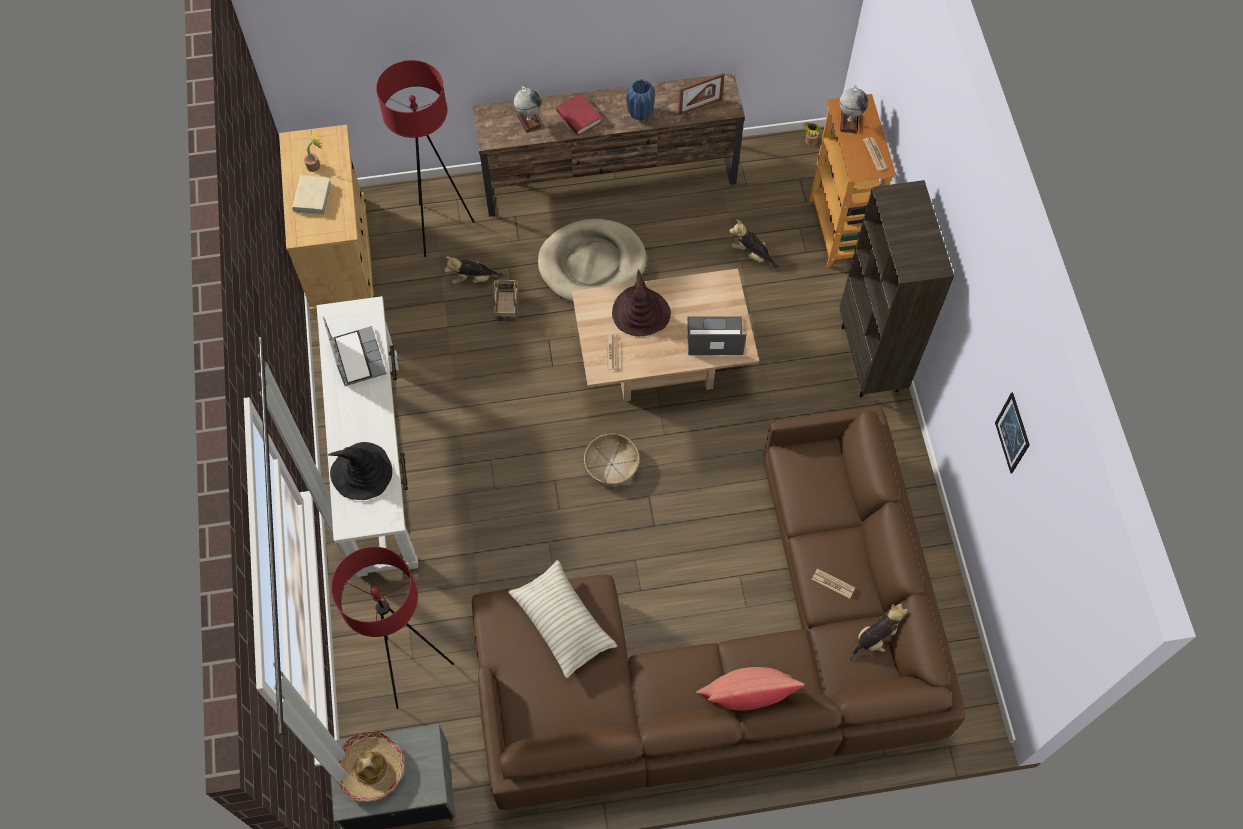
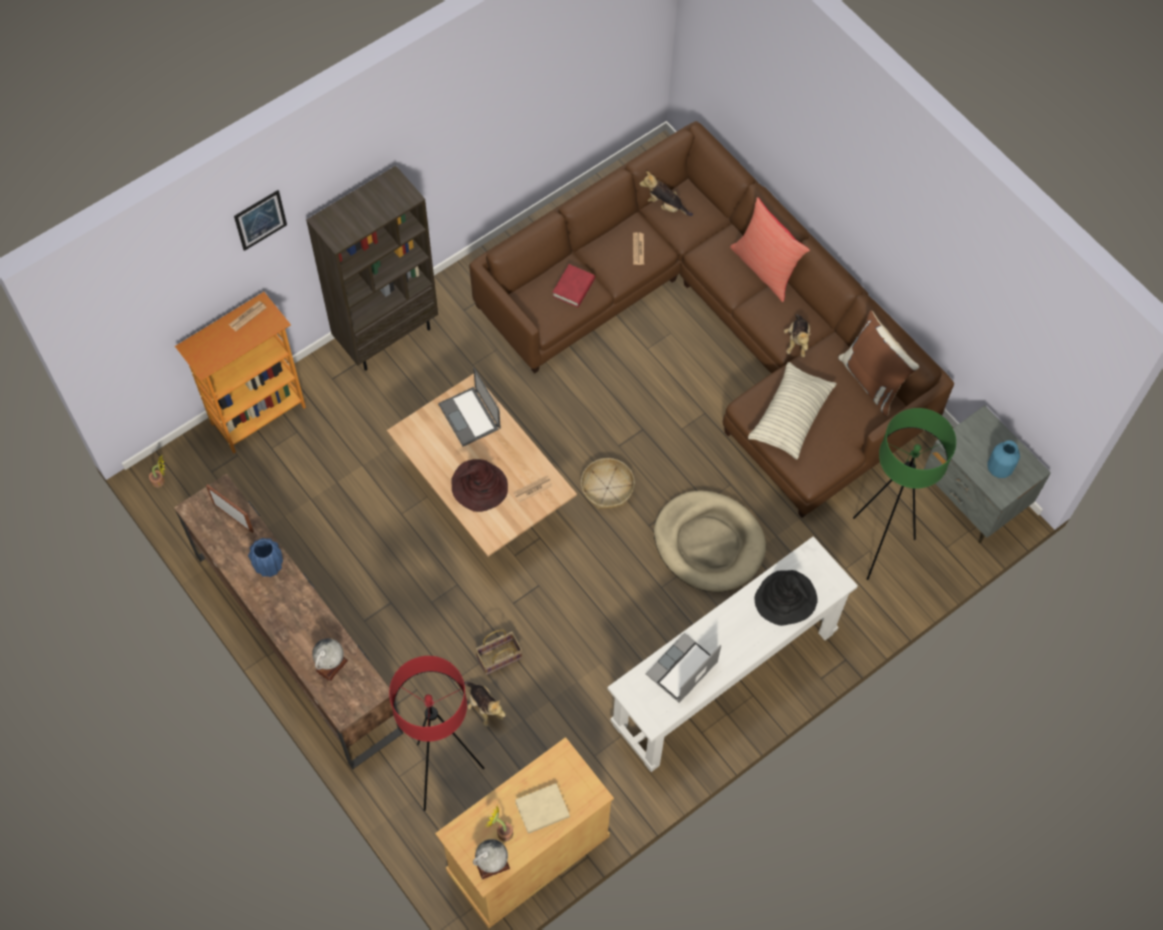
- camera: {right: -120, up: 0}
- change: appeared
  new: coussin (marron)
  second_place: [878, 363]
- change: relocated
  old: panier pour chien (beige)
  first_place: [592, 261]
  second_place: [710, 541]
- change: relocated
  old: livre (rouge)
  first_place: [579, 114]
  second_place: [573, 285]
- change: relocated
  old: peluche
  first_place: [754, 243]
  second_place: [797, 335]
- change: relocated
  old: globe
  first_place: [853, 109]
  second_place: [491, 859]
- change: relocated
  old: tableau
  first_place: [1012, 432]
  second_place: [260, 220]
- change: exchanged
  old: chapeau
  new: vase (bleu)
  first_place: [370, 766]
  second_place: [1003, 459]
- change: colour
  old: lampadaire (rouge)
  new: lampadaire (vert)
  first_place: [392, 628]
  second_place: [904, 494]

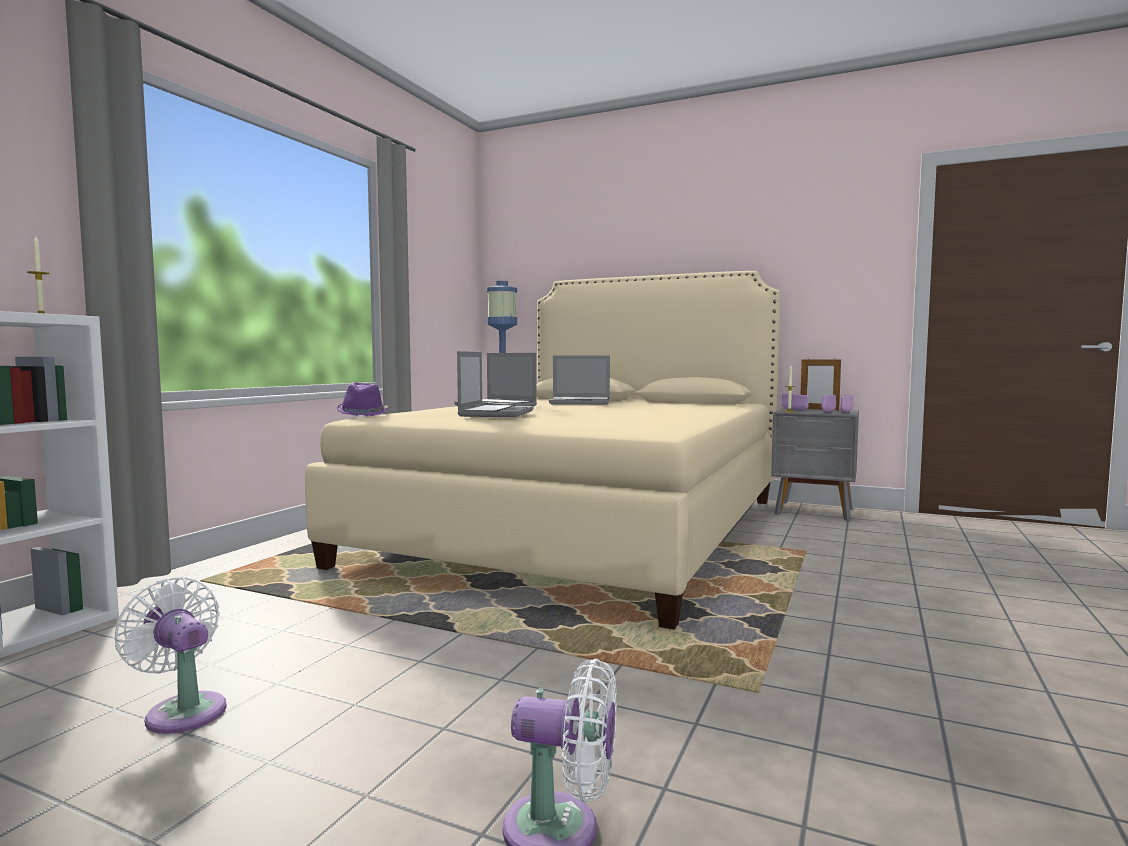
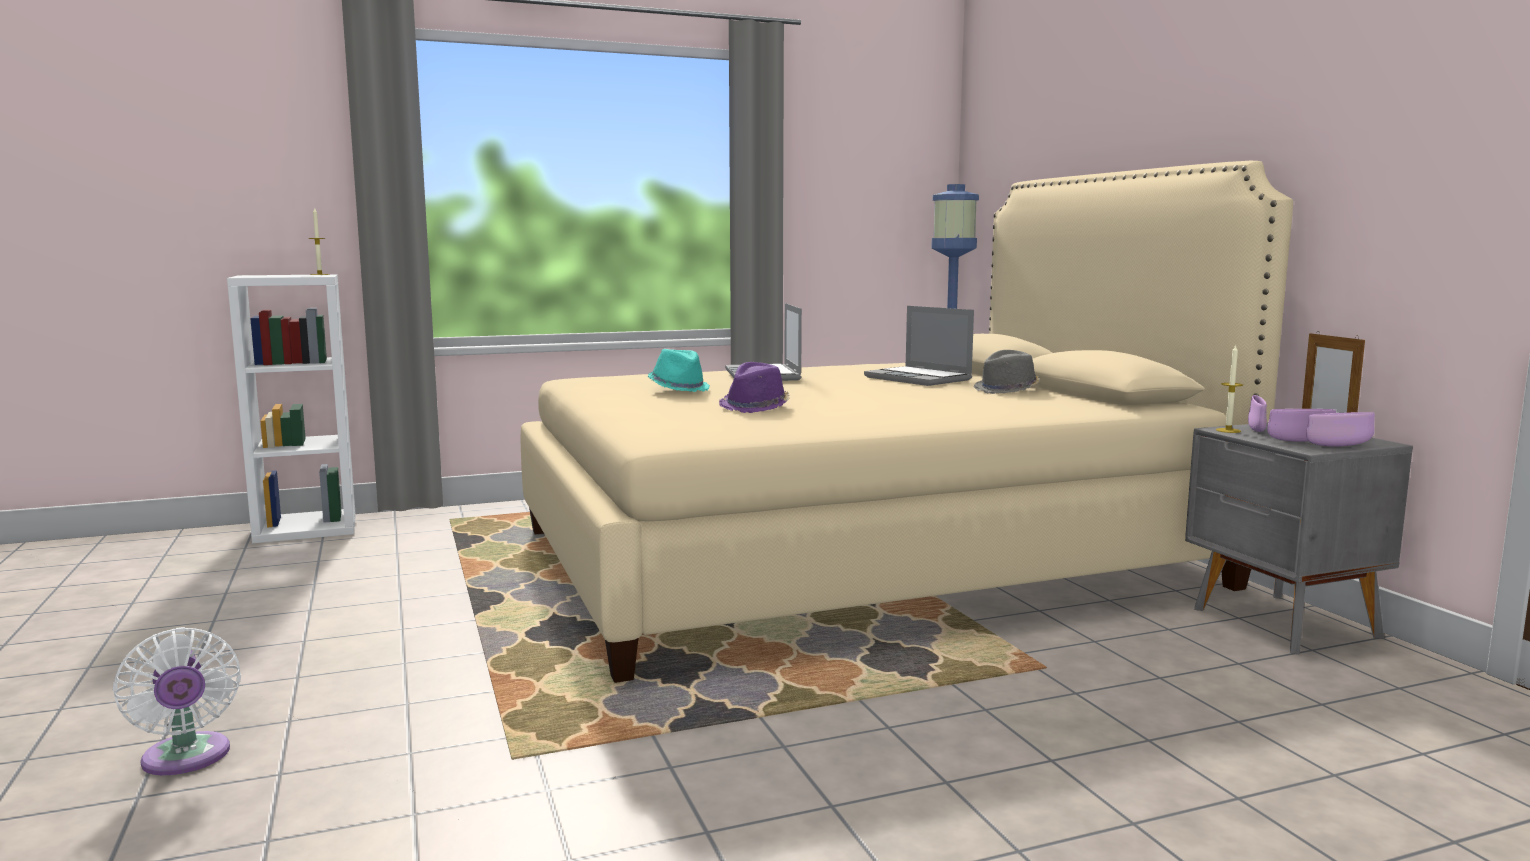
- camera: {right: 45, up: 5}
- change: missing
  old: ventilateur (blanc)
  first_place: [171, 655]
- change: appeared
  new: chapeau (gris)
  second_place: [1007, 372]
- change: relocated
  old: chapeau (violet)
  first_place: [362, 399]
  second_place: [754, 387]
- change: exchanged
  old: ordinateur portable
  new: chapeau (turquoise)
  first_place: [495, 384]
  second_place: [679, 370]

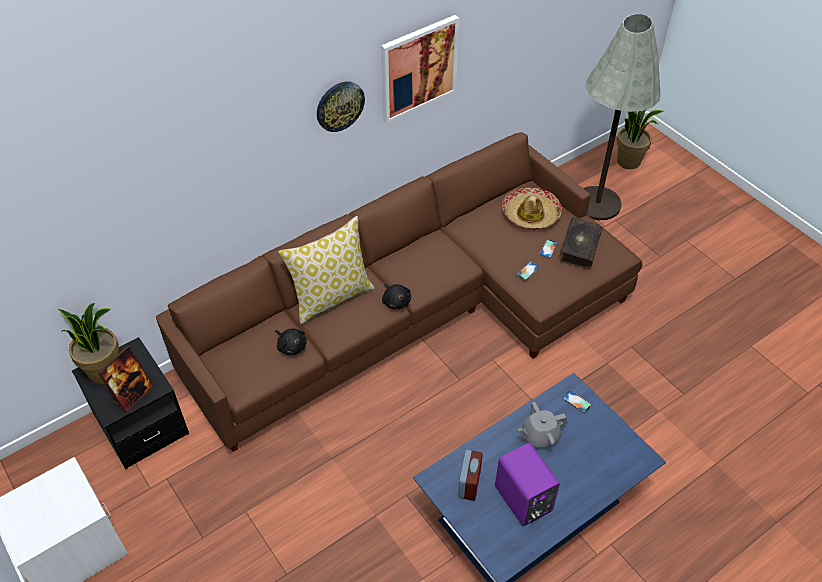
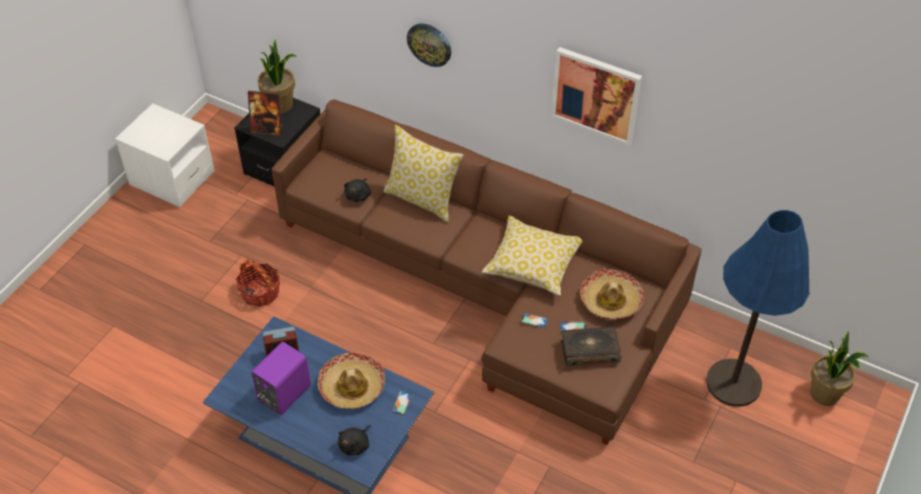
- camera: {right: 65, up: 0}
- change: appeared
  new: panier
  second_place: [258, 283]
- change: appeared
  new: coussin
  second_place: [532, 256]
- change: relocated
  old: horloge murale
  first_place: [341, 107]
  second_place: [429, 45]
- change: relocated
  old: peluche (noir)
  first_place: [396, 297]
  second_place: [354, 440]
- change: exchanged
  old: théière (gris)
  new: chapeau
  first_place: [542, 425]
  second_place: [351, 381]
- change: colour
  old: lampadaire (gris)
  new: lampadaire (bleu)
  first_place: [621, 117]
  second_place: [757, 308]

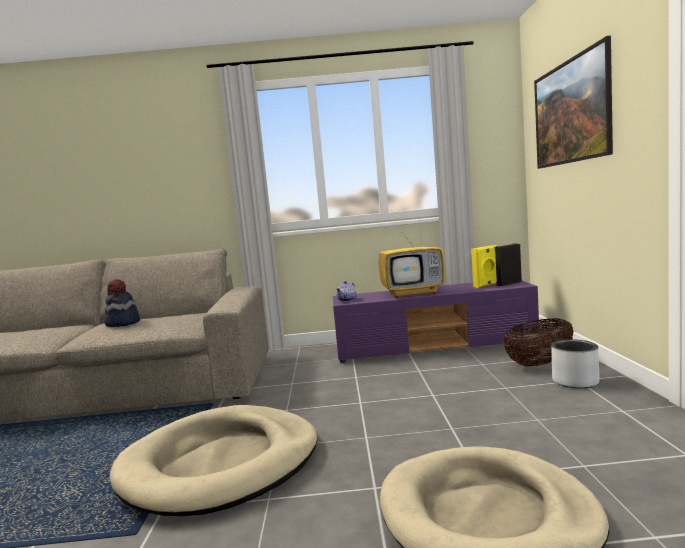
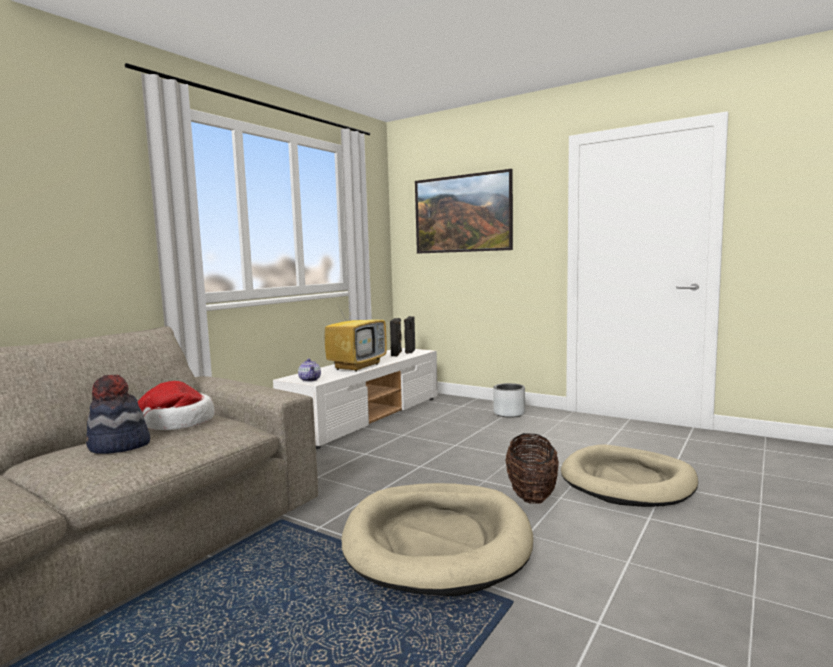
- camera: {right: -55, up: 0}
- change: appeared
  new: chapeau
  second_place: [176, 405]
- change: relocated
  old: panier
  first_place: [539, 342]
  second_place: [532, 468]
- change: colour
  old: meuble télé (violet)
  new: meuble télé (blanc)
  first_place: [436, 322]
  second_place: [355, 398]
- change: colour
  old: enceinte (jaune)
  new: enceinte (noir)
  first_place: [484, 266]
  second_place: [396, 337]

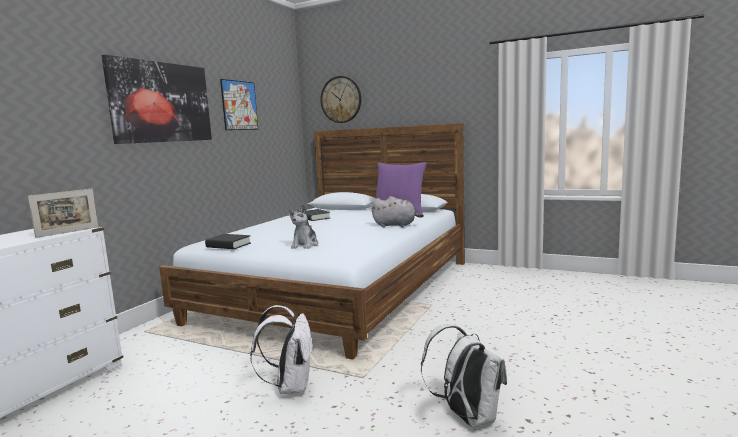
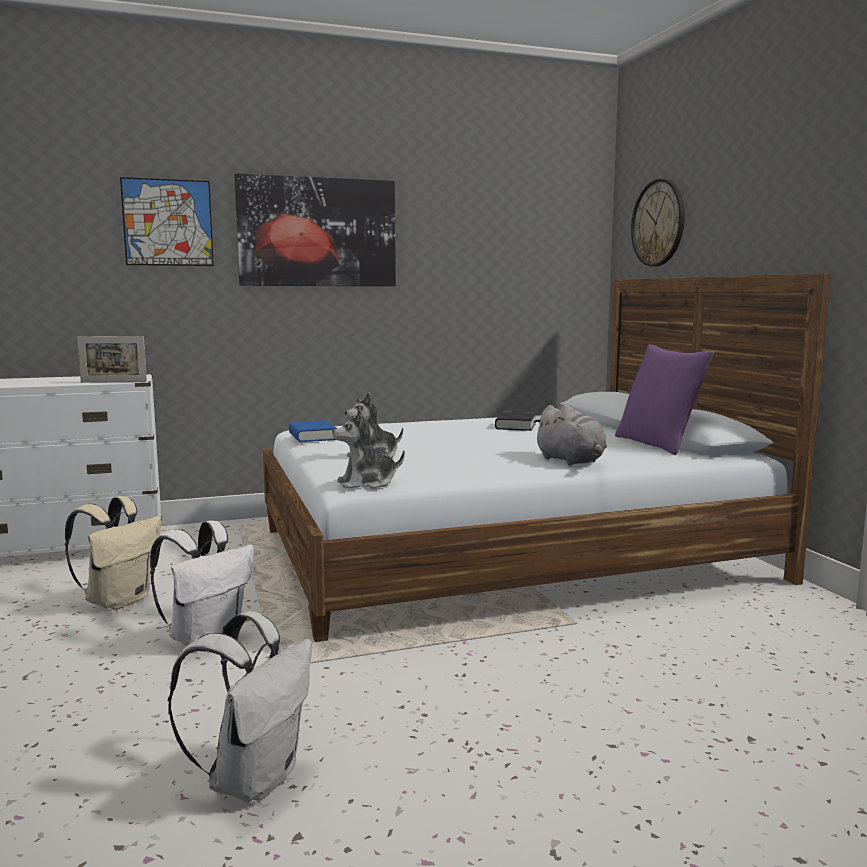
- camera: {right: 45, up: 0}
- change: appeared
  new: sac à dos (beige)
  second_place: [113, 553]
- change: appeared
  new: peluche
  second_place: [368, 449]
- change: relocated
  old: tableau
  first_place: [239, 104]
  second_place: [167, 221]
- change: colour
  old: livre (noir)
  new: livre (bleu)
  first_place: [228, 241]
  second_place: [313, 431]

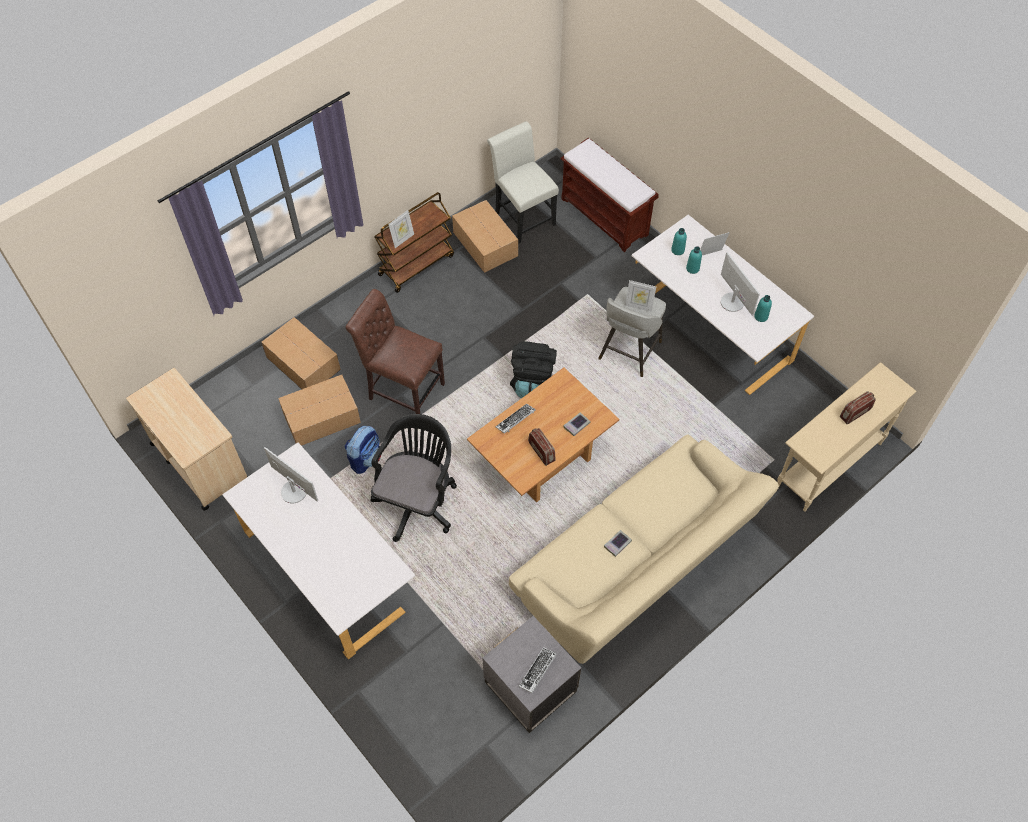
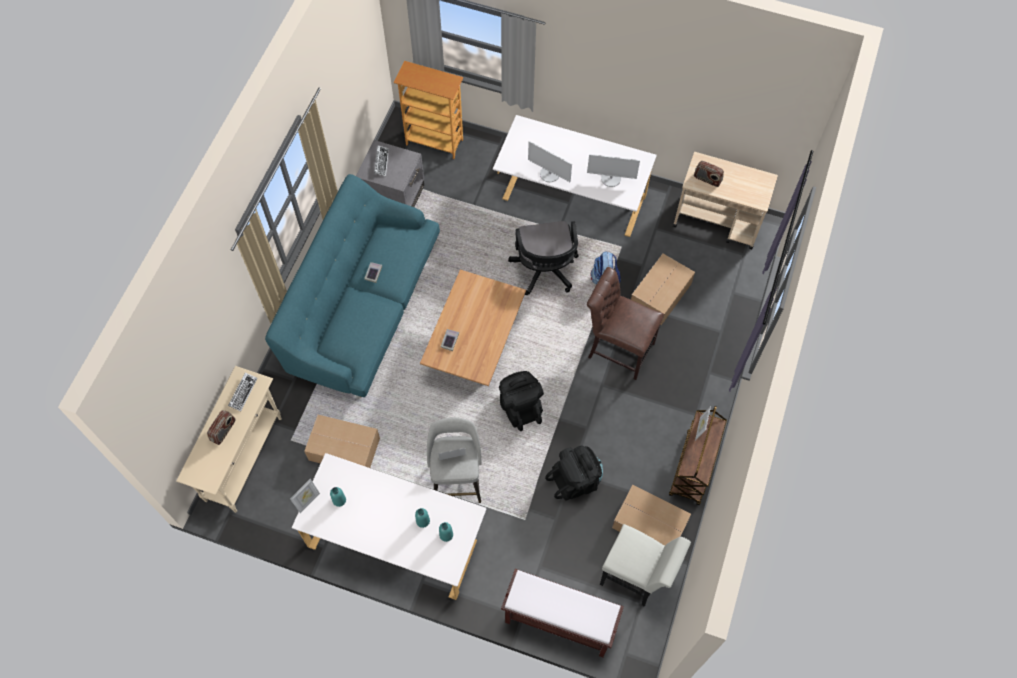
- camera: {right: 150, up: 5}
- change: appeared
  new: bibliothèque
  second_place: [429, 110]
- change: appeared
  new: sac à dos (noir)
  second_place: [574, 473]
- change: relocated
  old: carton
  first_place: [301, 353]
  second_place: [342, 441]
- change: relocated
  old: clavier
  first_place: [515, 419]
  second_place: [243, 392]
- change: relocated
  old: radio
  first_place: [542, 447]
  second_place: [709, 174]
- change: relocated
  old: cadre photo
  first_place: [715, 243]
  second_place: [305, 496]
- change: relocated
  old: écran d'ordinateur
  first_place: [740, 284]
  second_place: [550, 161]
- change: colour
  old: canapé (beige)
  new: canapé (turquoise)
  first_place: [644, 549]
  second_place: [352, 285]
- change: spun
  old: chaise (marron)
  first_place: [395, 351]
  second_place: [625, 323]
  degrees: -150

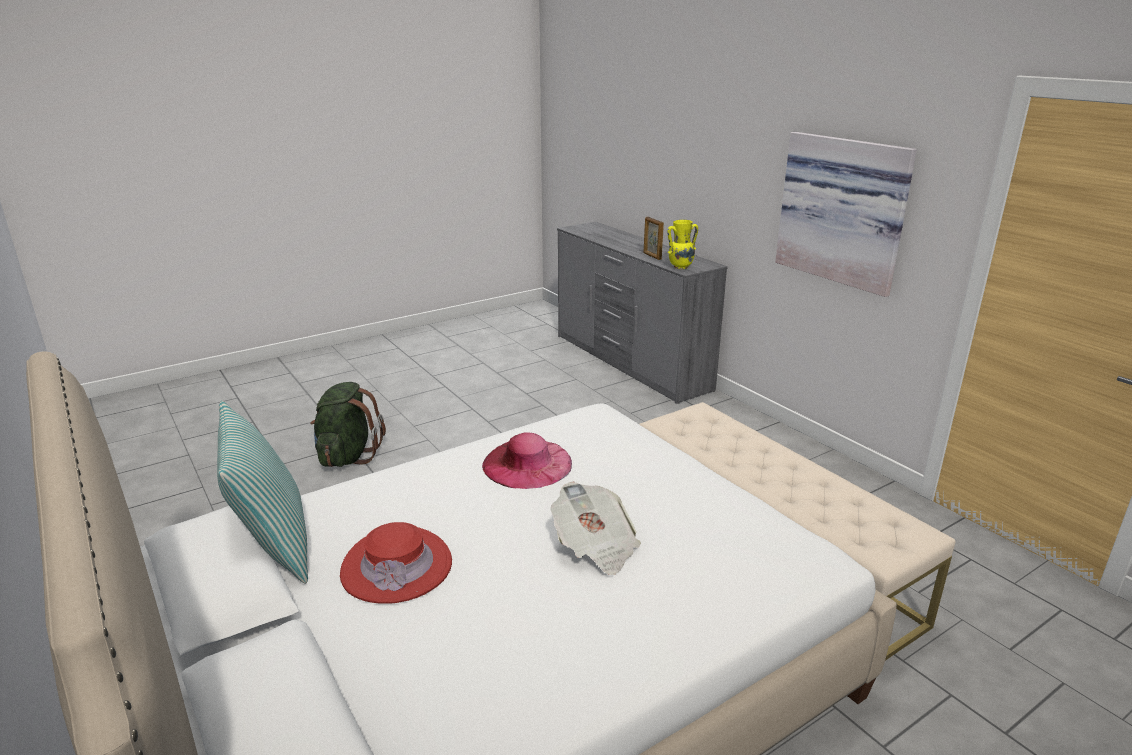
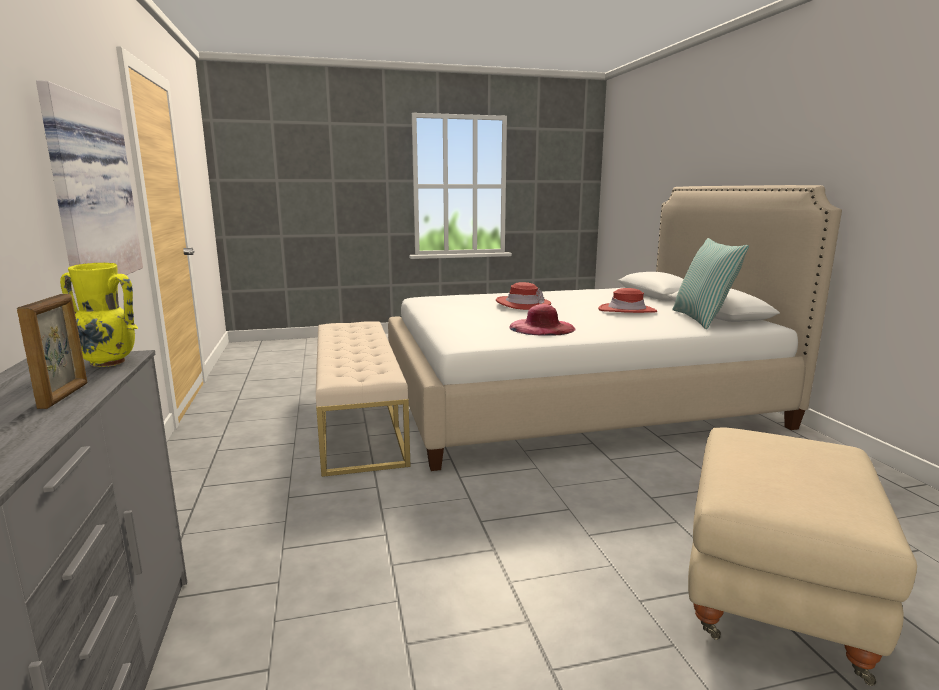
- camera: {right: -160, up: -10}
- change: exchanged
  old: sac à dos (vert)
  new: pouf (beige)
  first_place: [348, 424]
  second_place: [802, 556]
- change: exchanged
  old: journal
  new: chapeau (rouge)
  first_place: [595, 528]
  second_place: [523, 296]

